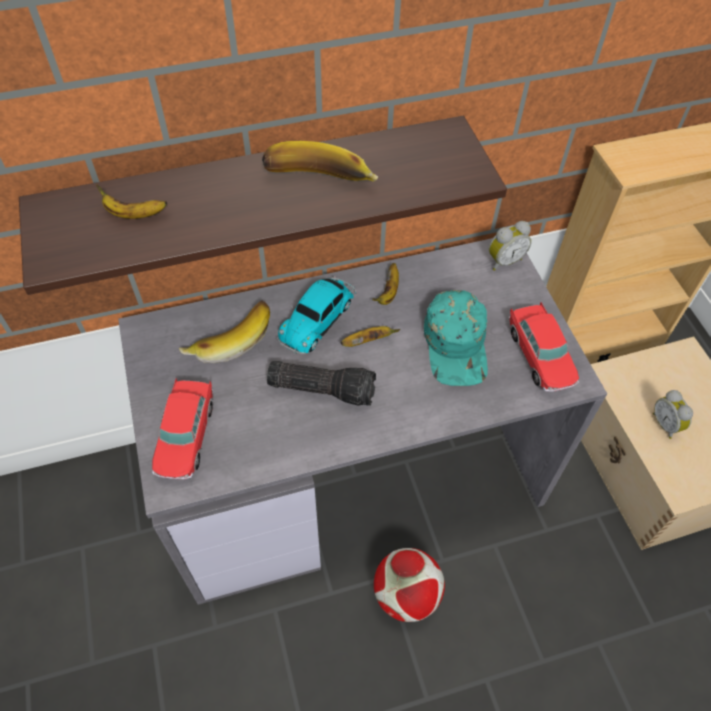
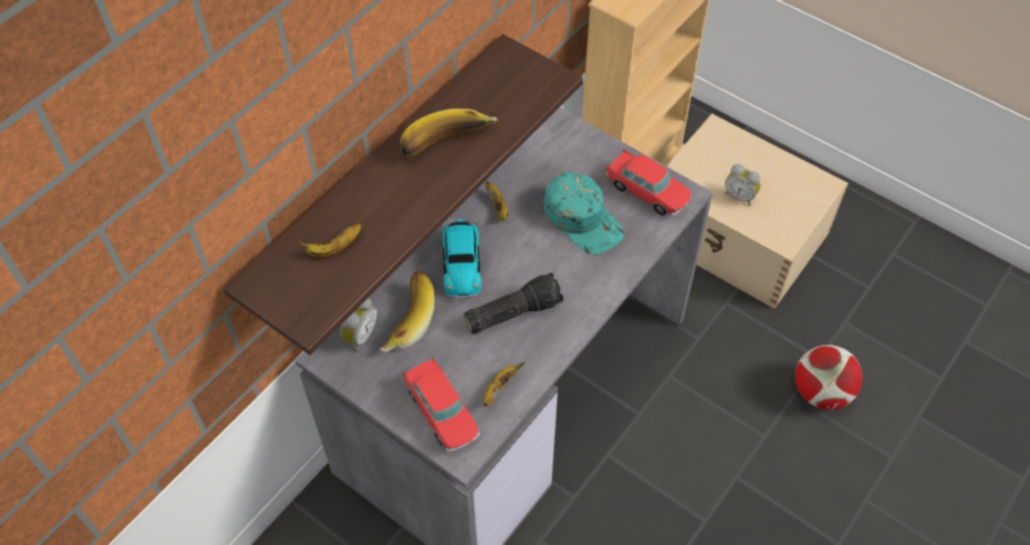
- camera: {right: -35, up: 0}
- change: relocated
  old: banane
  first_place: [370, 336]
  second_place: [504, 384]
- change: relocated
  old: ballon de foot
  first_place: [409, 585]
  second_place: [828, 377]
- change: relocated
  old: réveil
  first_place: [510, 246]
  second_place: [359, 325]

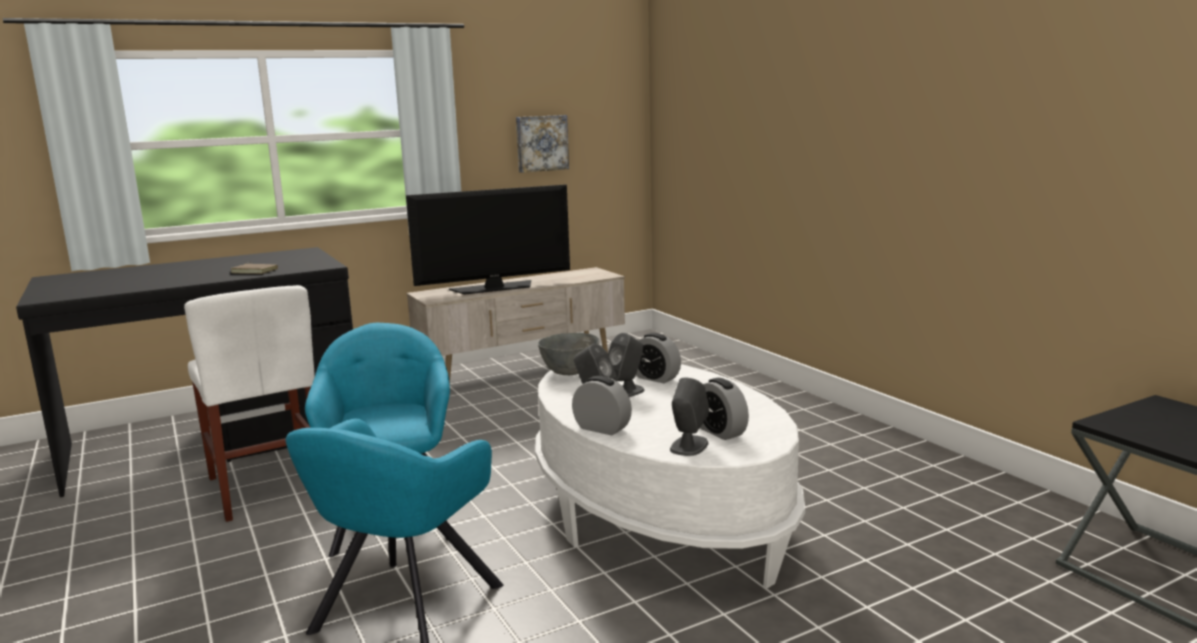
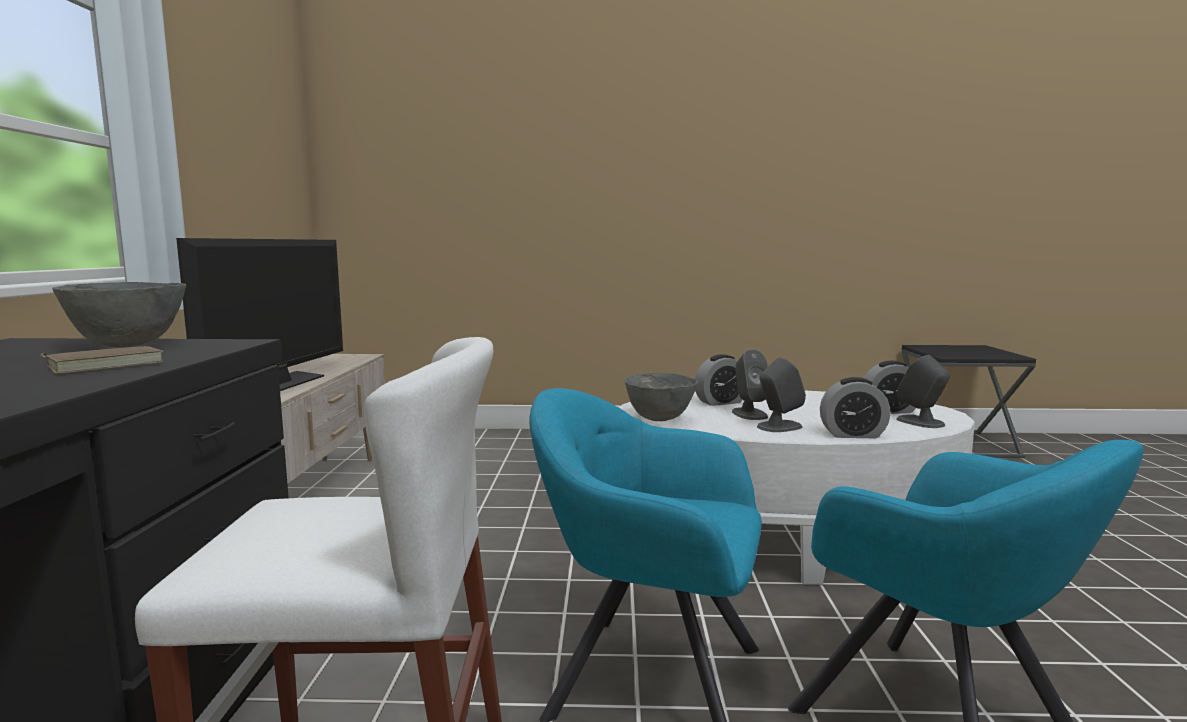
- camera: {right: -60, up: -5}
- change: missing
  old: tableau
  first_place: [542, 144]
- change: appeared
  new: bol (gris)
  second_place: [119, 314]
- change: spun
  old: réveil
  first_place: [602, 406]
  second_place: [855, 407]
  degrees: -150

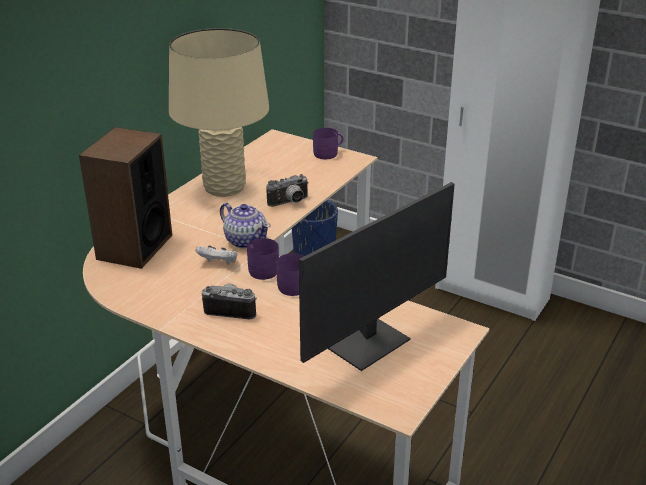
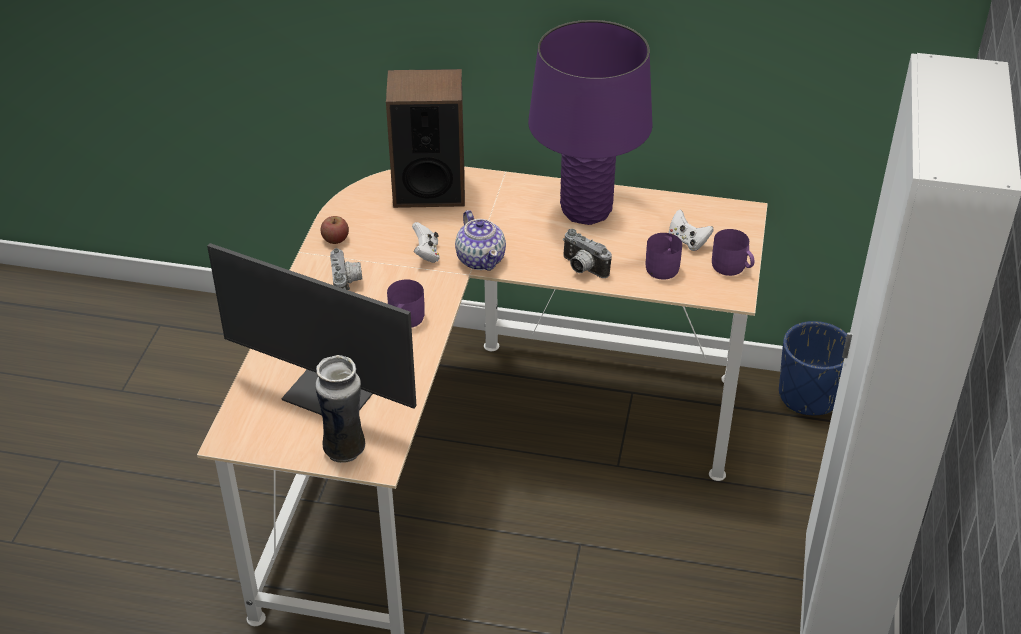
- camera: {right: 70, up: 10}
- change: appeared
  new: vase
  second_place: [340, 409]
- change: appeared
  new: pomme
  second_place: [335, 230]
- change: appeared
  new: manette (blanc)
  second_place: [691, 230]
- change: relocated
  old: mug (violet)
  first_place: [263, 259]
  second_place: [664, 256]
- change: colour
  old: lampe de table (beige)
  new: lampe de table (violet)
  first_place: [219, 112]
  second_place: [590, 122]
- change: spun
  old: théière
  first_place: [245, 226]
  second_place: [480, 240]
  degrees: -45

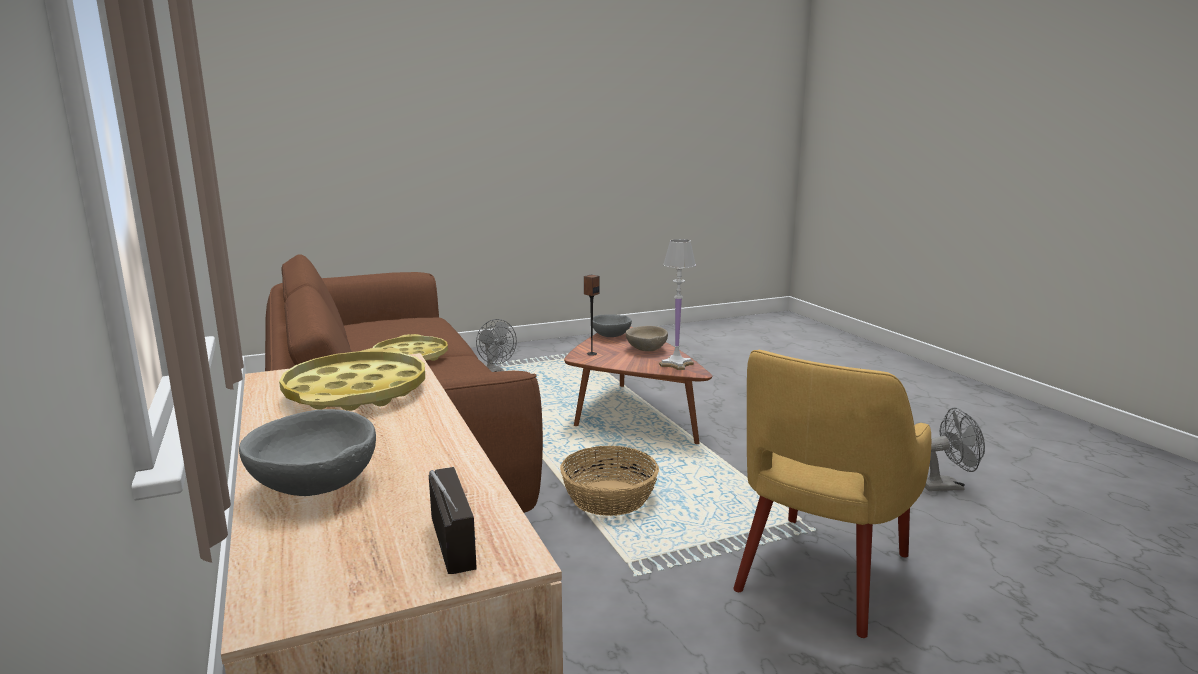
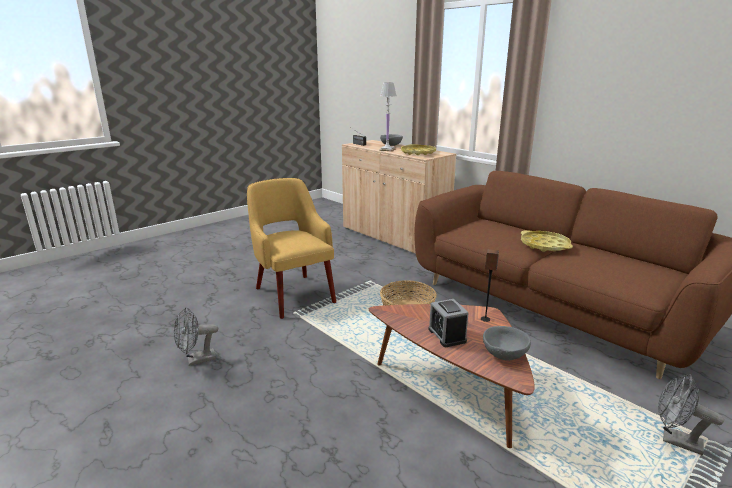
- camera: {right: 160, up: 5}
- change: relocated
  old: lampe de table (blanc)
  first_place: [677, 304]
  second_place: [388, 117]
- change: exchanged
  old: bol (beige)
  new: réveil
  first_place: [647, 338]
  second_place: [448, 323]
- change: spun
  old: fauteuil (jaune)
  first_place: [832, 494]
  second_place: [291, 248]
  degrees: -45

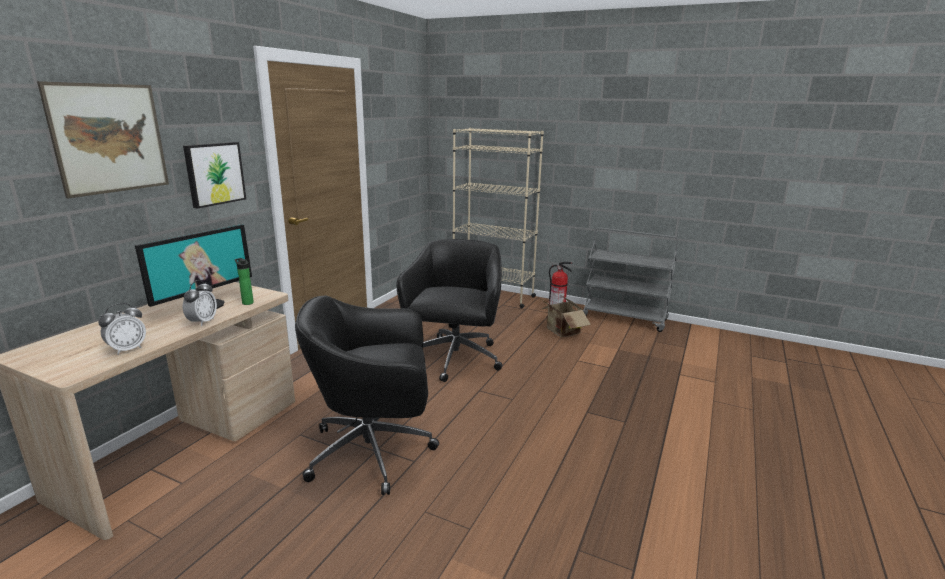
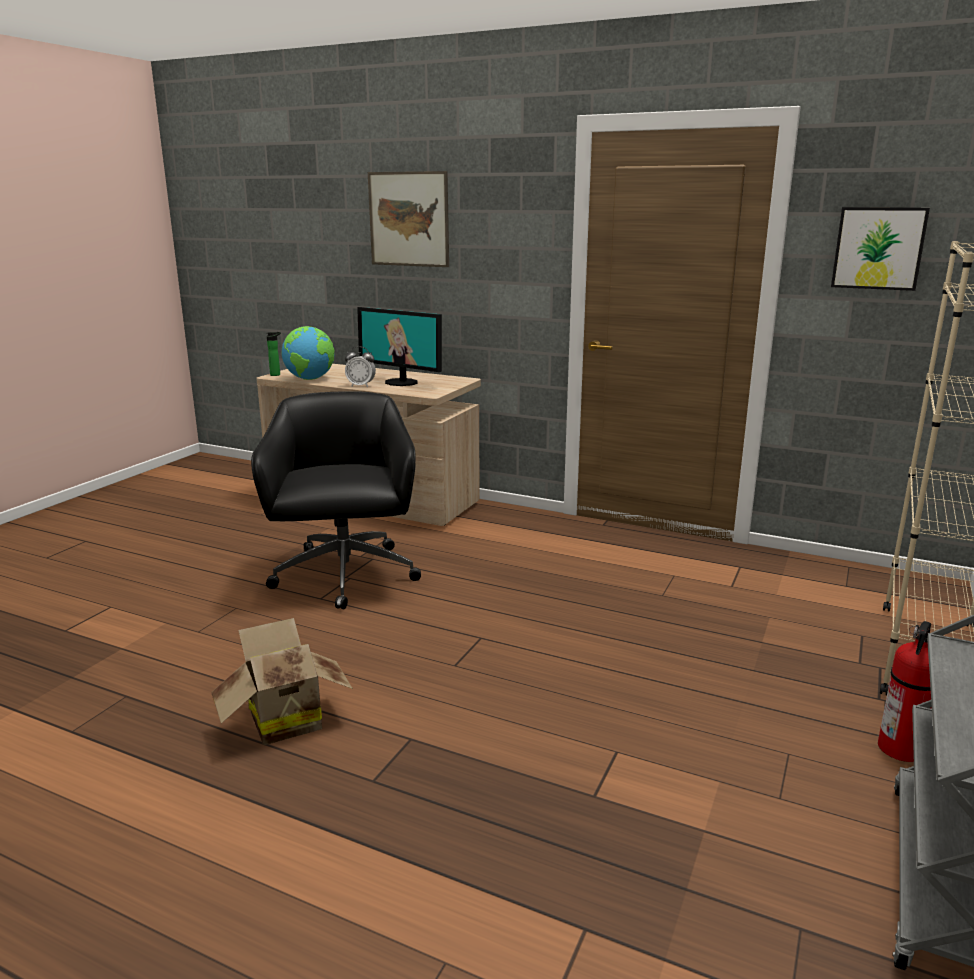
- camera: {right: 90, up: 0}
- change: missing
  old: chaise de bureau (noir)
  first_place: [449, 310]
- change: relocated
  old: tableau
  first_place: [214, 175]
  second_place: [880, 249]
- change: relocated
  old: bouteille
  first_place: [244, 281]
  second_place: [274, 354]
- change: relocated
  old: carton
  first_place: [565, 316]
  second_place: [282, 681]
- change: exchanged
  old: réveil
  new: globe
  first_place: [122, 329]
  second_place: [308, 353]

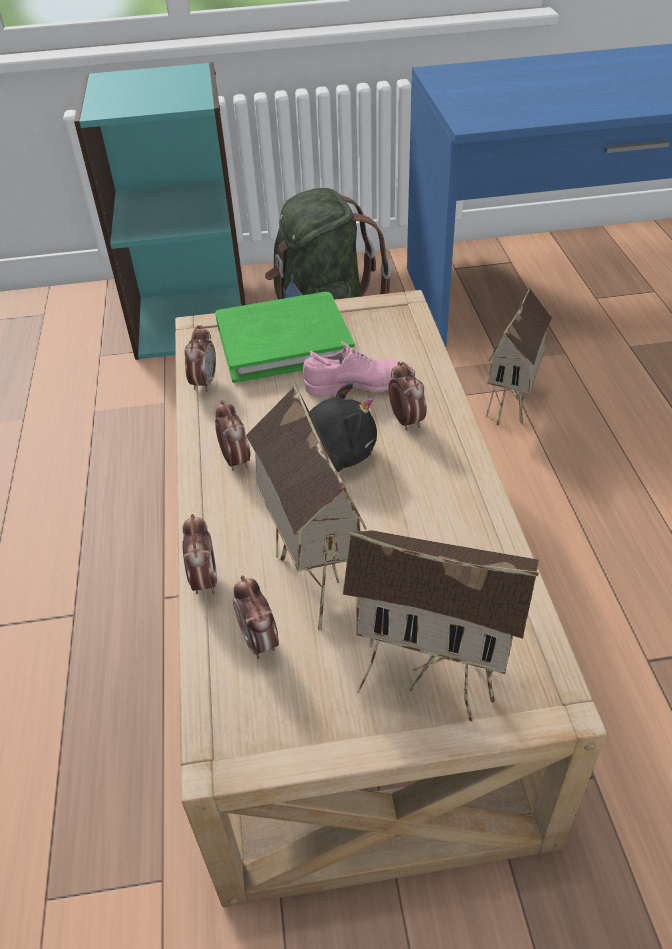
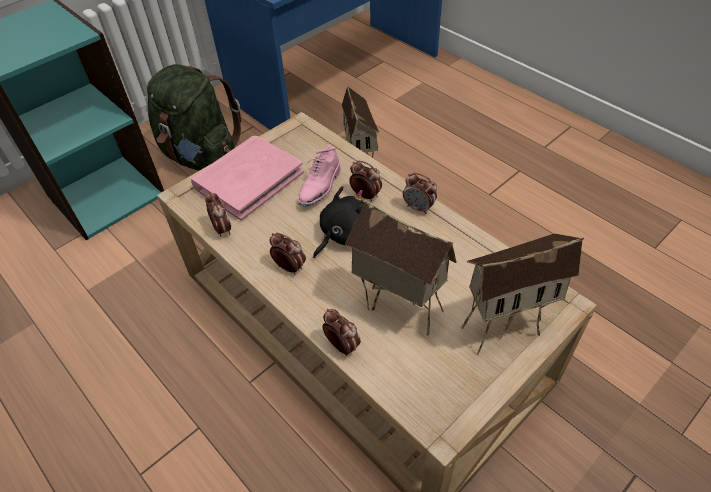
- camera: {right: -35, up: 5}
- change: relocated
  old: réveil
  first_place: [256, 617]
  second_place: [420, 193]
- change: colour
  old: livre (vert)
  new: livre (rose)
  first_place: [285, 337]
  second_place: [247, 178]
- change: spun
  old: chaussure (rose)
  first_place: [359, 369]
  second_place: [319, 176]
  degrees: 150

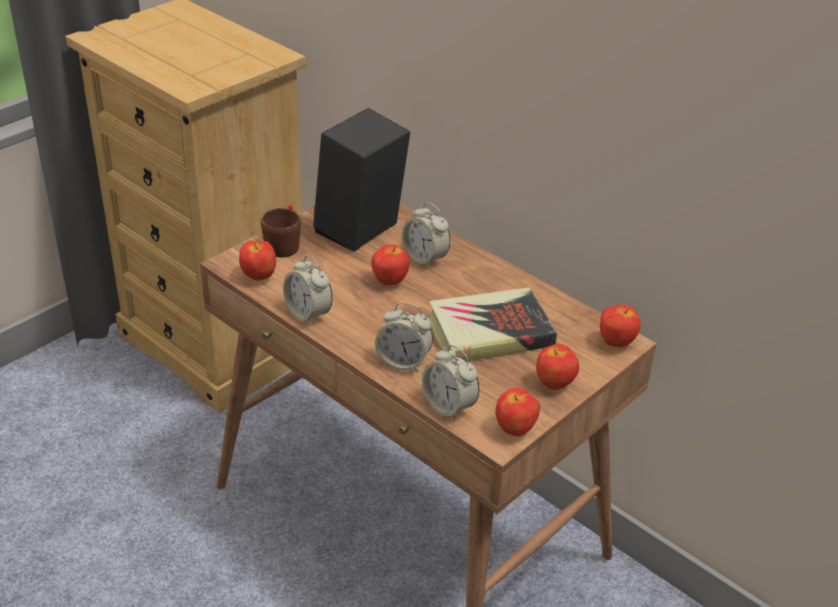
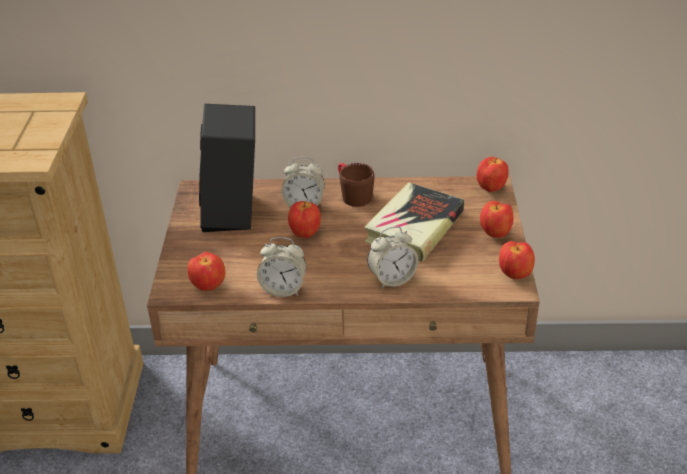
- camera: {right: -40, up: 0}
- change: missing
  old: réveil
  first_place: [450, 383]
- change: relocated
  old: mug (marron)
  first_place: [281, 231]
  second_place: [356, 185]

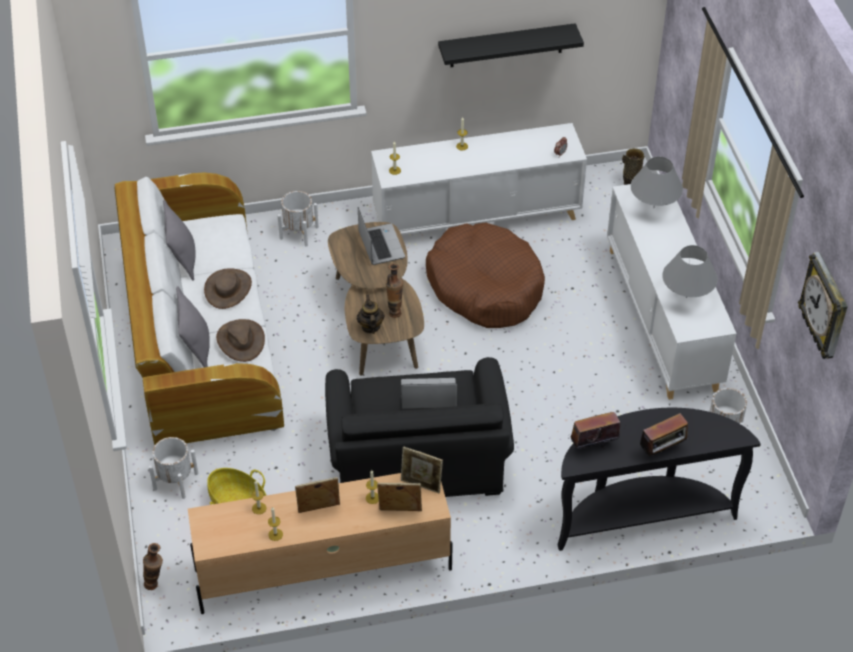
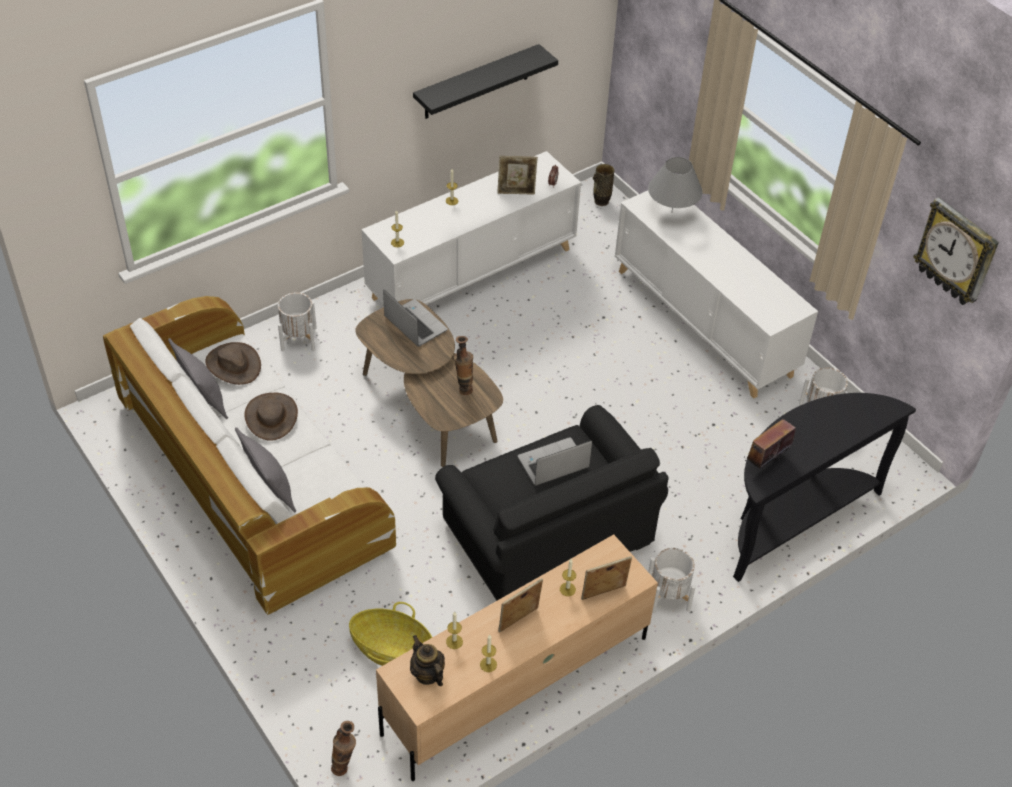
- camera: {right: -25, up: 0}
- change: missing
  old: panier pour chien (marron)
  first_place: [485, 275]
- change: missing
  old: radio
  first_place: [663, 434]
- change: missing
  old: lampe de table (gris)
  first_place: [690, 271]
- change: relocated
  old: cache-pot (blanc)
  first_place: [173, 468]
  second_place: [672, 581]
- change: relocated
  old: chapeau (marron)
  first_place: [240, 340]
  second_place: [233, 363]
- change: relocated
  old: théière
  first_place: [371, 314]
  second_place: [427, 660]
- change: relocated
  old: cadre photo
  first_place: [422, 470]
  second_place: [517, 175]

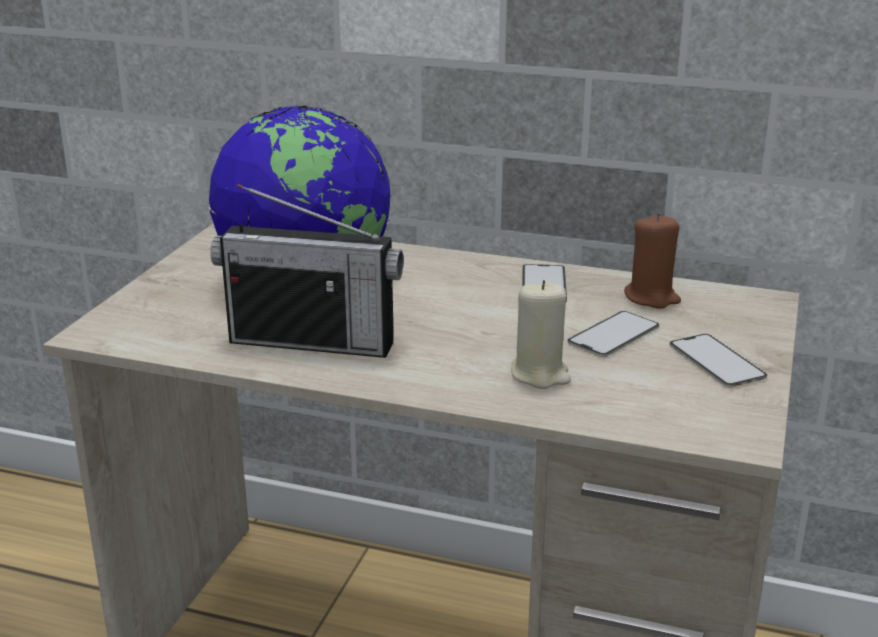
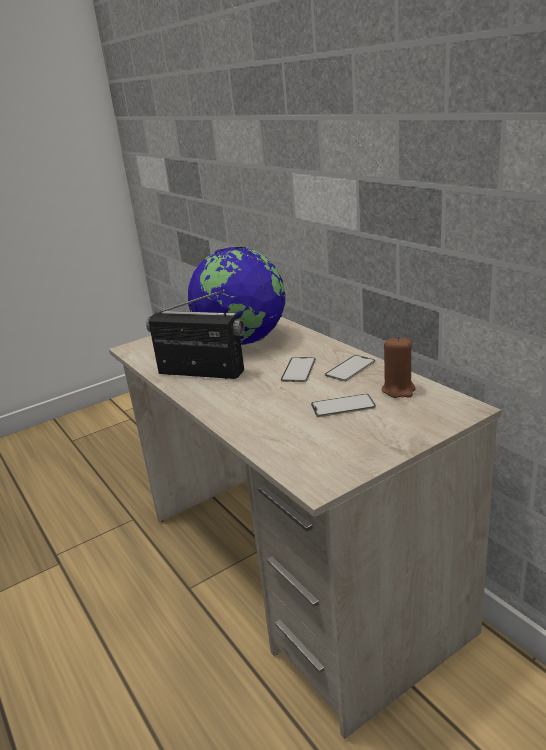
- camera: {right: 40, up: 0}
- change: missing
  old: bougie (beige)
  first_place: [541, 334]
- change: relocated
  old: téléphone
  first_place: [718, 360]
  second_place: [298, 369]
- change: spun
  old: radio
  first_place: [306, 271]
  second_place: [195, 335]
  degrees: 150

